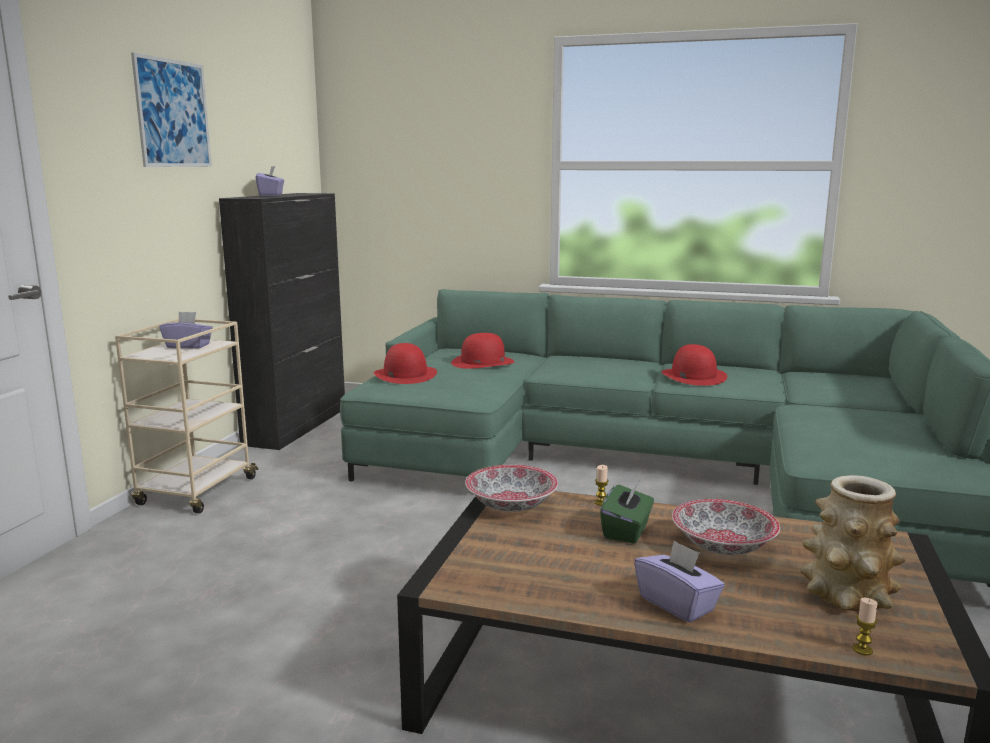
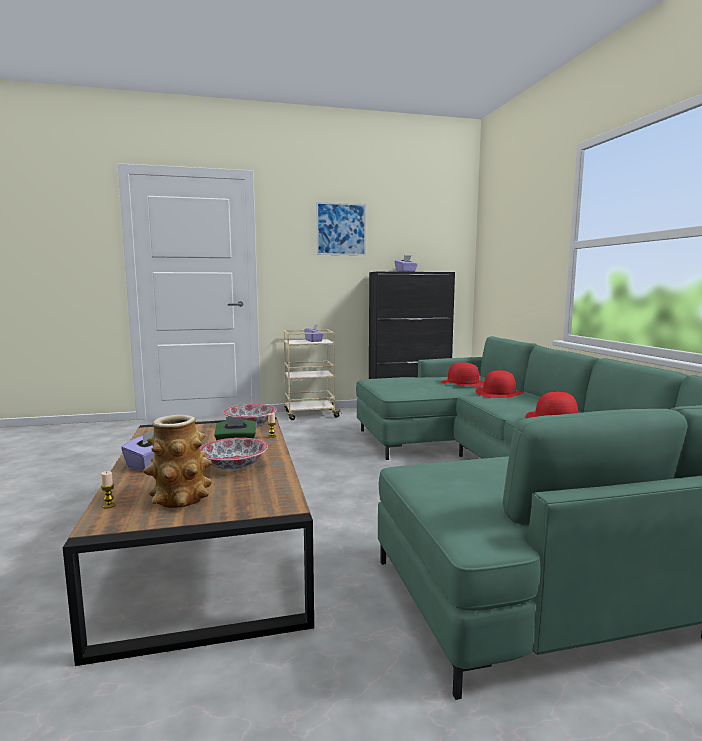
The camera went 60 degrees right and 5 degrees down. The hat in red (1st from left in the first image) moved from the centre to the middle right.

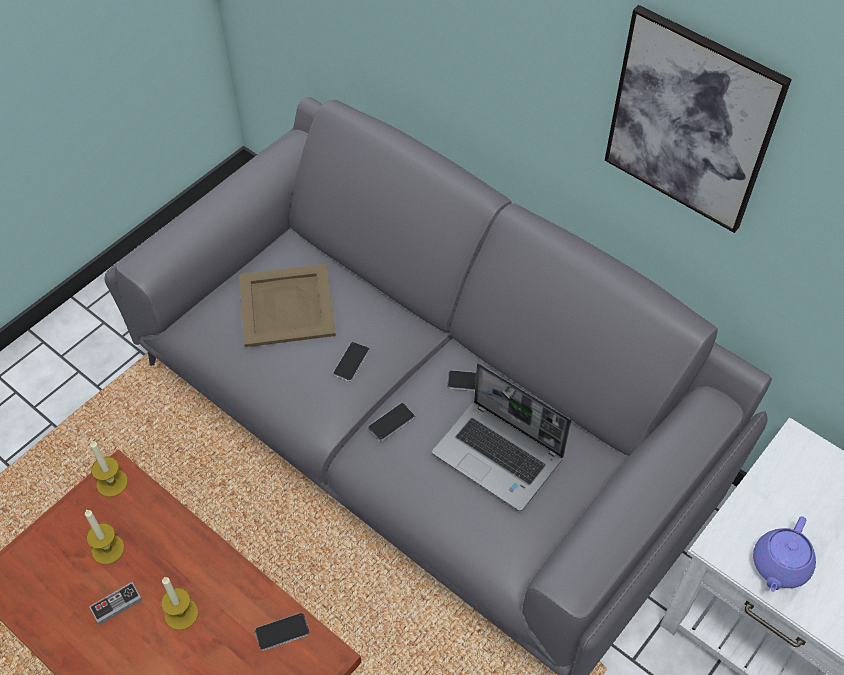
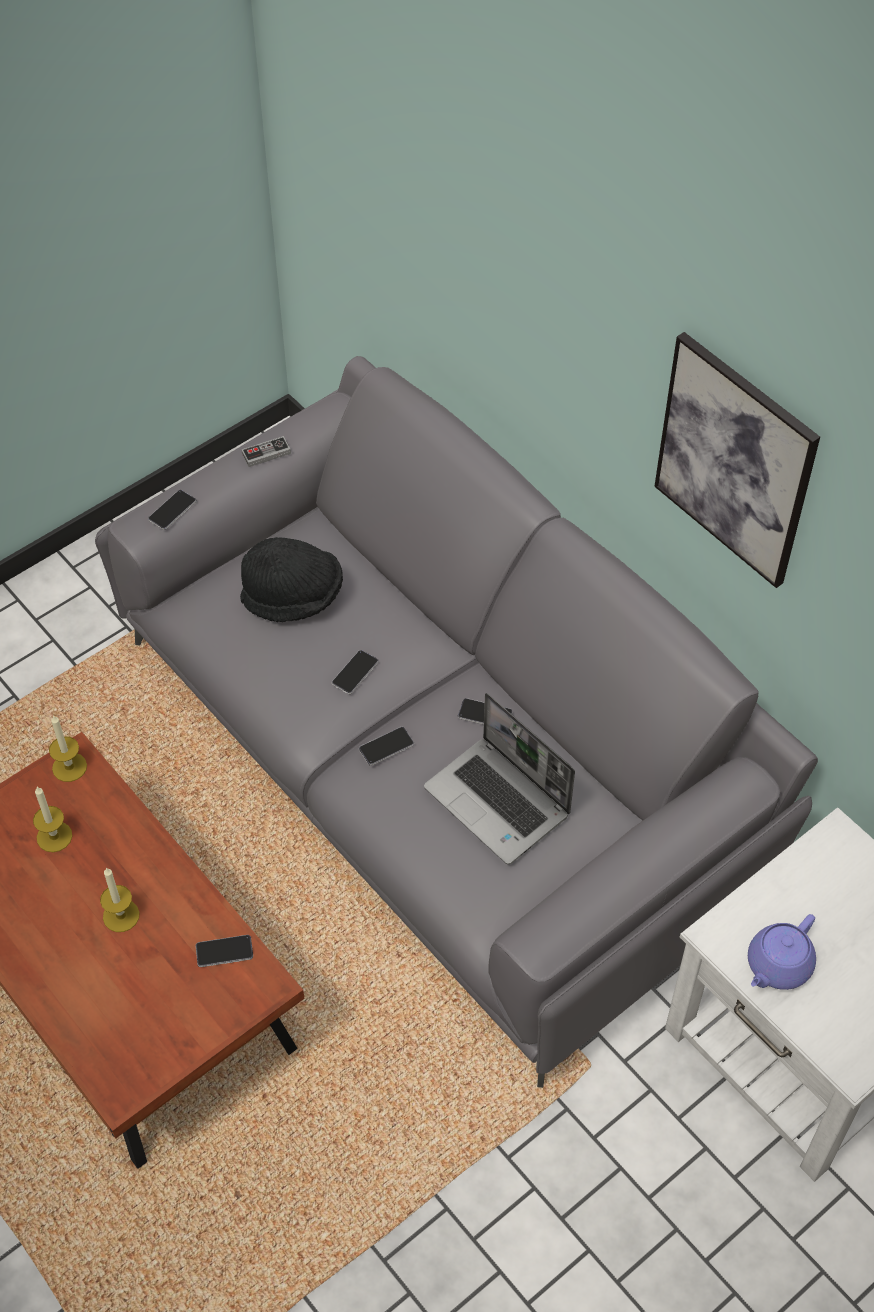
The camera went 10 degrees right and 0 degrees up. The tray in beige at the centre was replaced by the hat in black at the middle left. The game controller moved from the bottom left to the middle left. The phone (1st from left) at the middle left appeared.

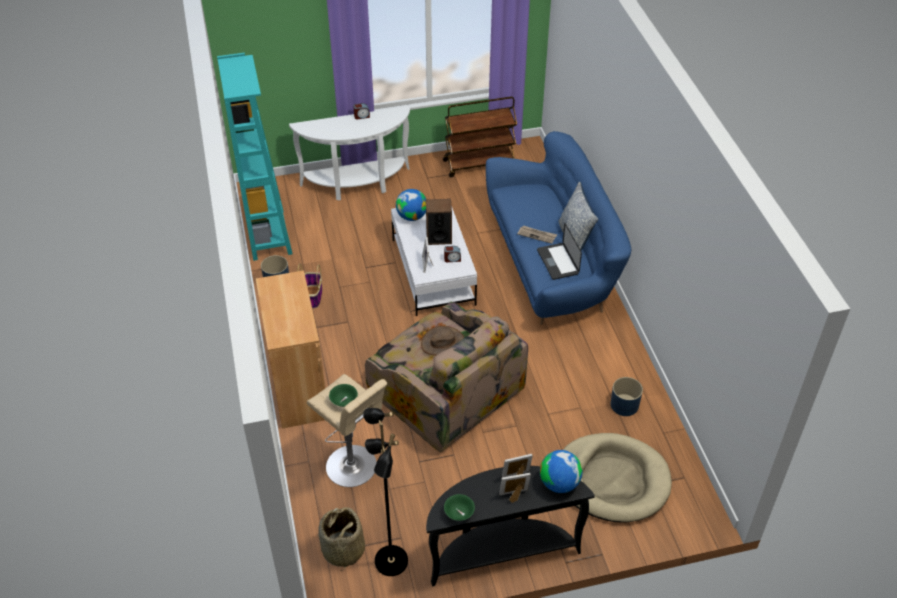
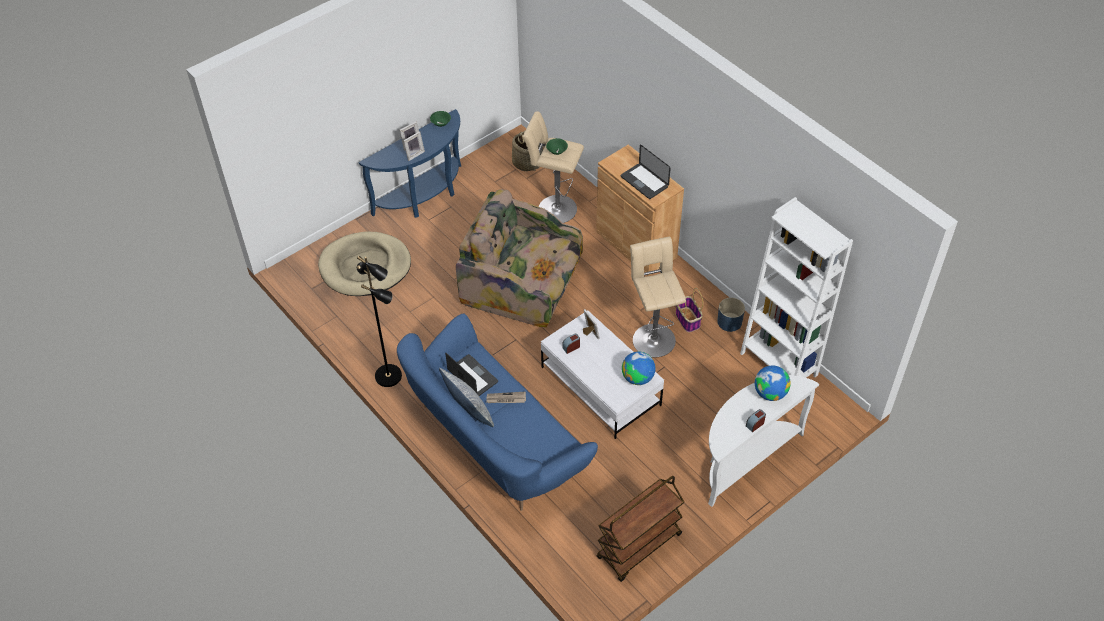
The camera went 155 degrees right and 5 degrees up. The bookcase in turquoise at the top left became the bookcase in white at the middle right. The speaker at the centre disappeared. The hat in brown at the centre disappeared. The planter in blue (2nd from left) at the middle right disappeared. The floor lamp in black moved from the bottom centre to the centre. The globe (2nd from left) moved from the bottom centre to the middle right. The console table in black at the bottom centre became the console table in blue at the top centre. The laptop (2nd from left) at the top centre appeared. The stool in beige (2nd from left) at the centre appeared.

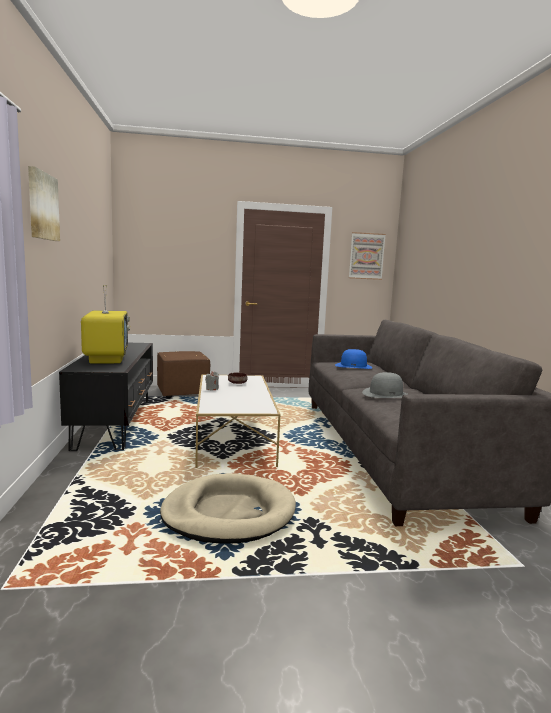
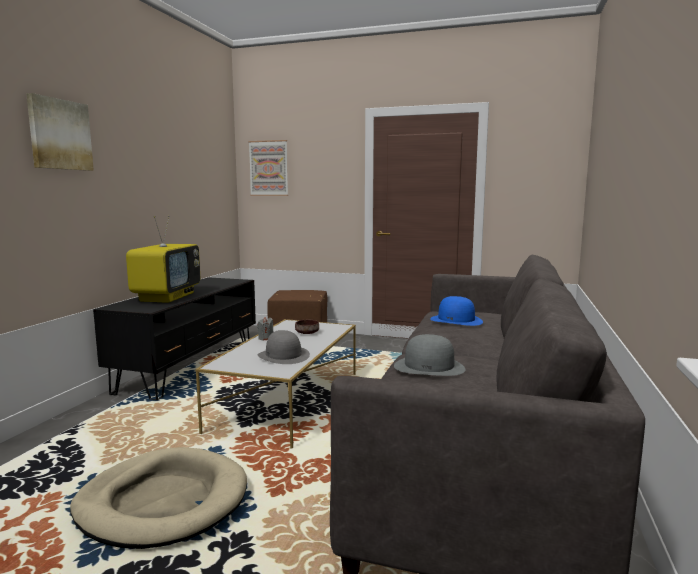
The camera went 25 degrees right and 0 degrees up. The picture (2nd from left) moved from the centre to the top centre. The hat in grey (1st from left) at the centre appeared.

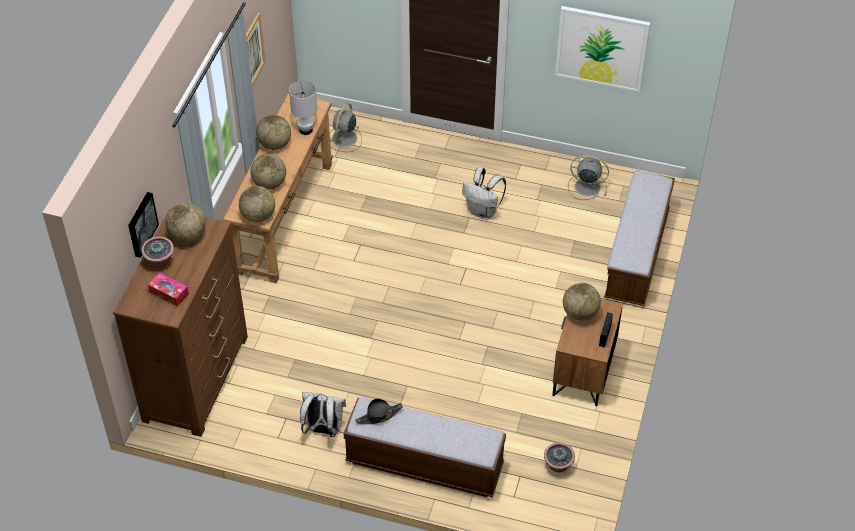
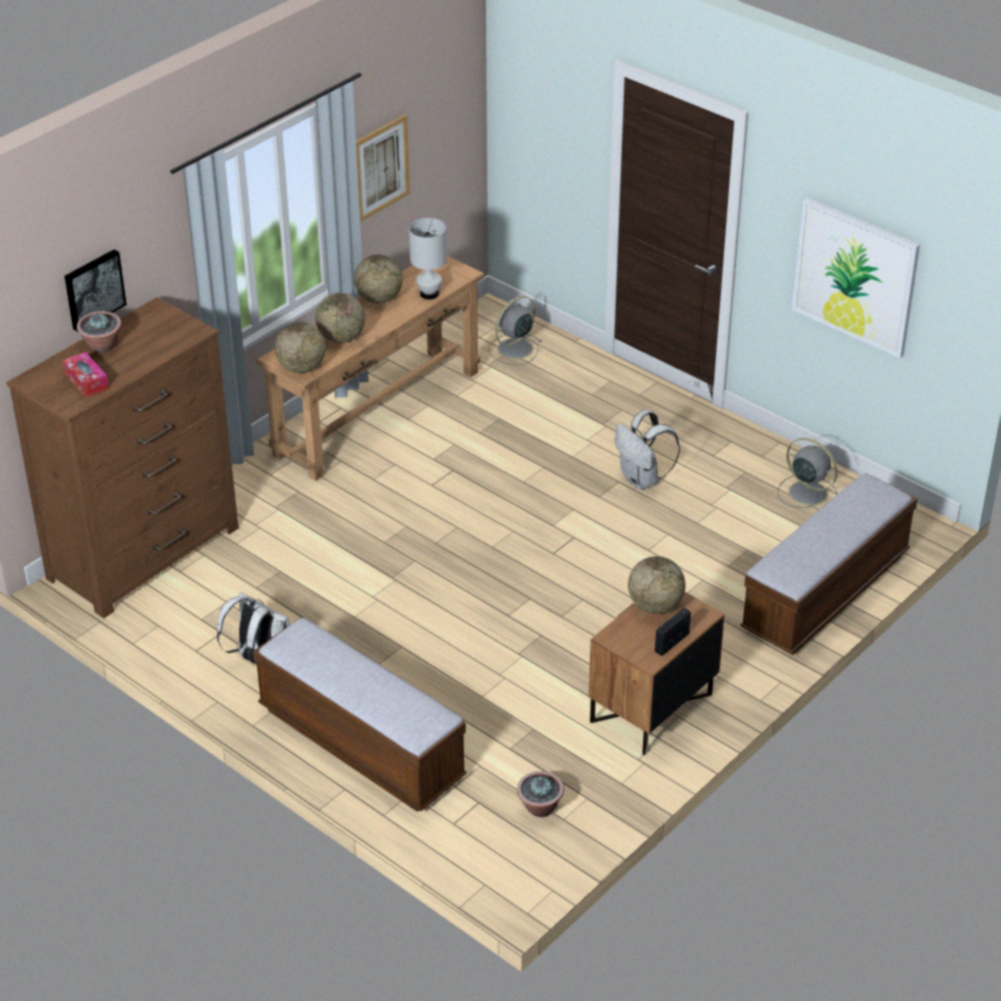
The camera went 25 degrees right and 10 degrees down. The globe (1st from left) at the middle left disappeared. The hat in black at the bottom centre disappeared.

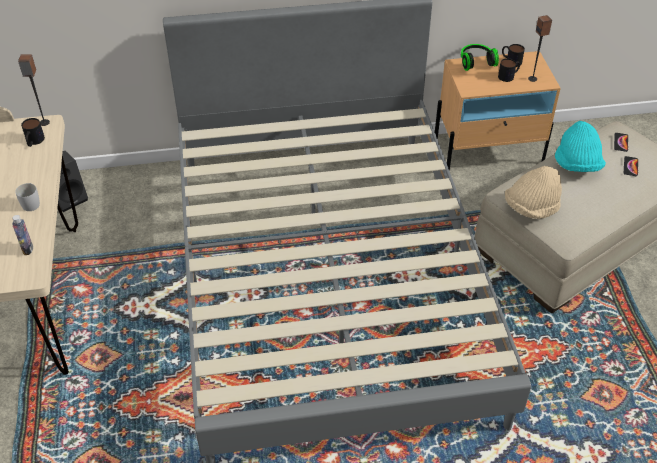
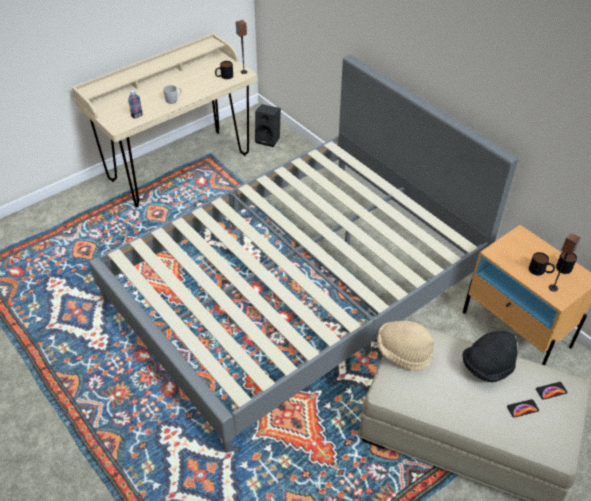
The camera went 60 degrees right and 0 degrees up. The headphones at the top right disappeared. The hat in turquoise at the top right became the hat in black at the bottom right.

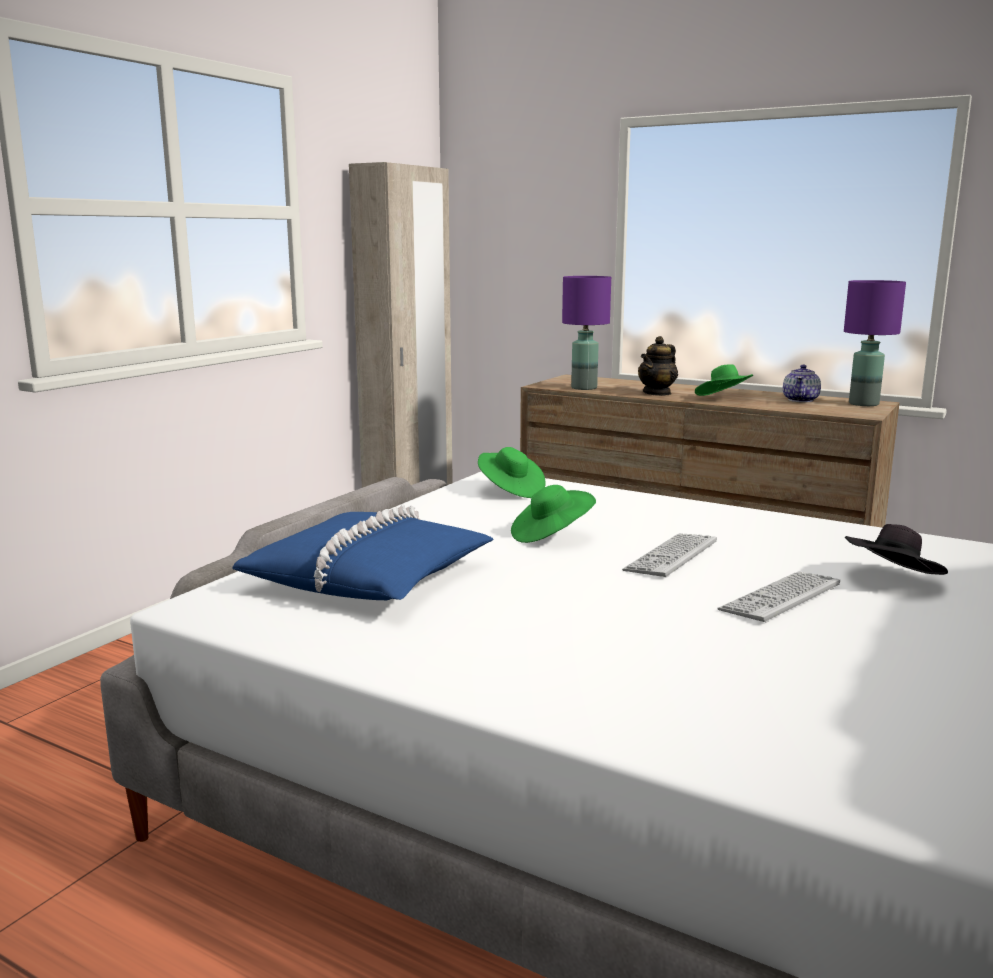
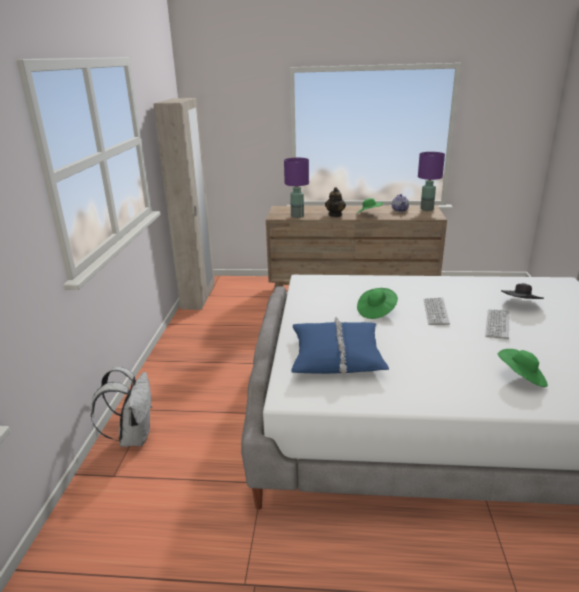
The camera went 25 degrees left and 10 degrees up. The hat in green (1st from left in the first image) moved from the centre to the middle right. The backpack in white at the bottom left appeared.

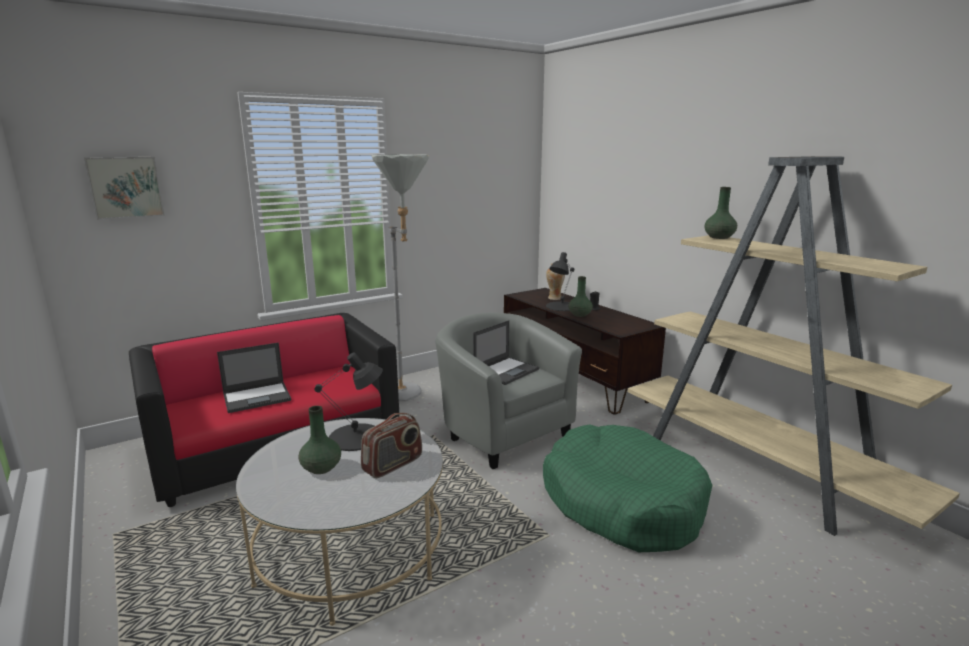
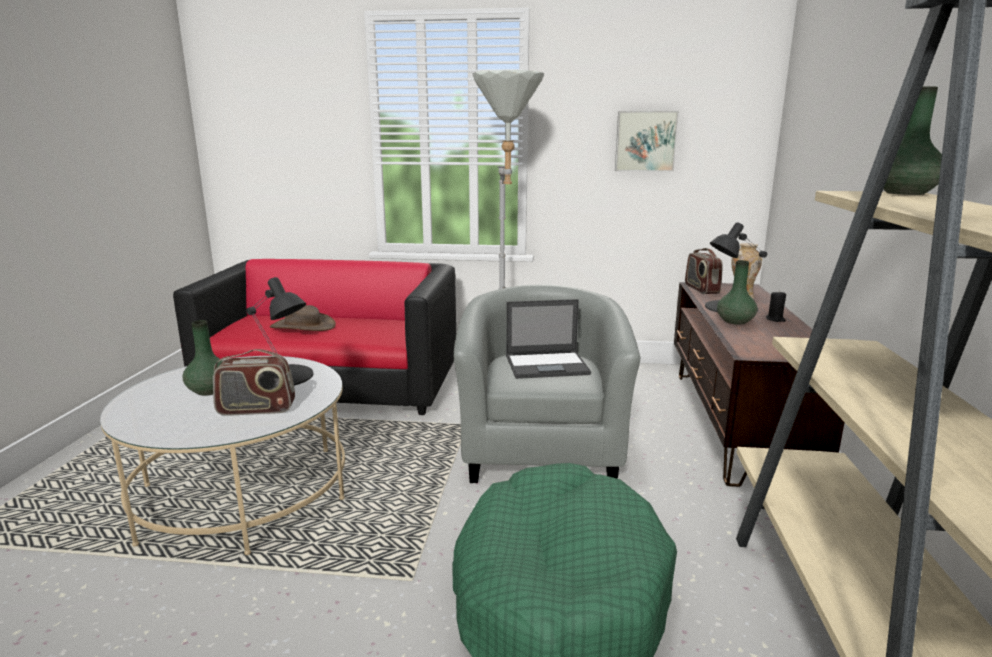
The camera went 40 degrees right and 0 degrees up. The picture moved from the top left to the top centre. The laptop (1st from left) at the middle left was replaced by the hat in brown at the middle left. The radio (2nd from left) at the middle right appeared.

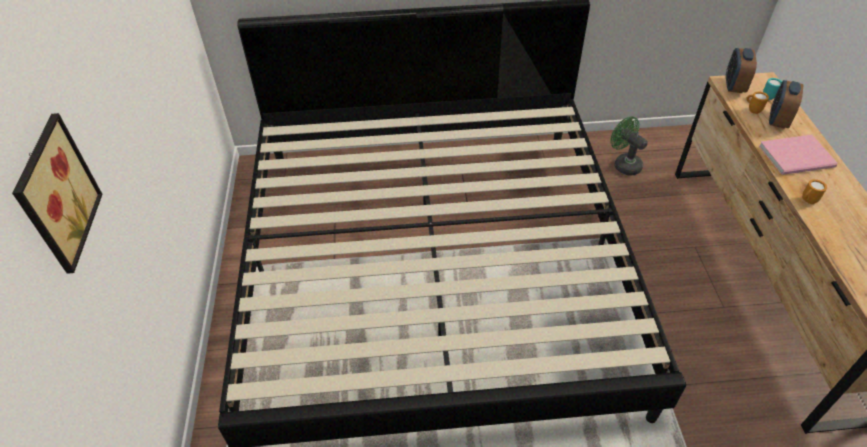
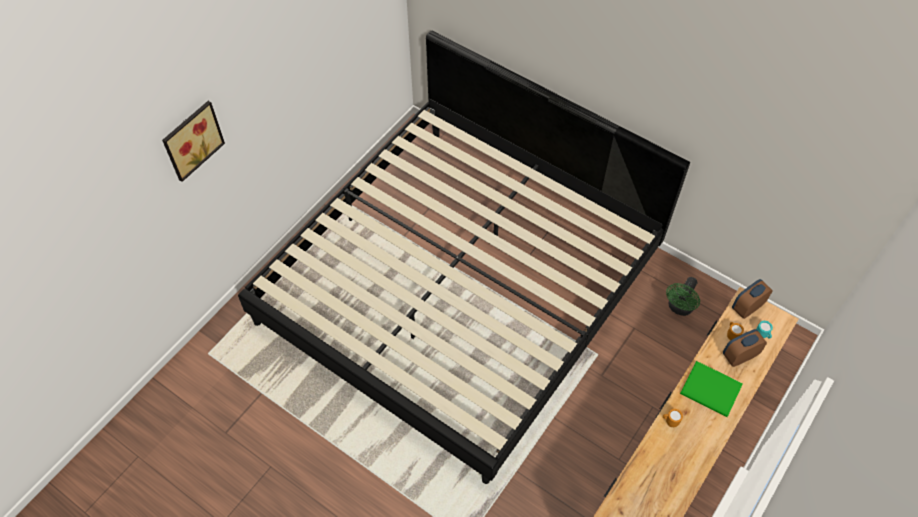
The camera went 40 degrees right and 10 degrees up. The fan in green at the top right turned 150 degrees counterclockwise. The book in pink at the middle right became the book in green at the bottom right.

